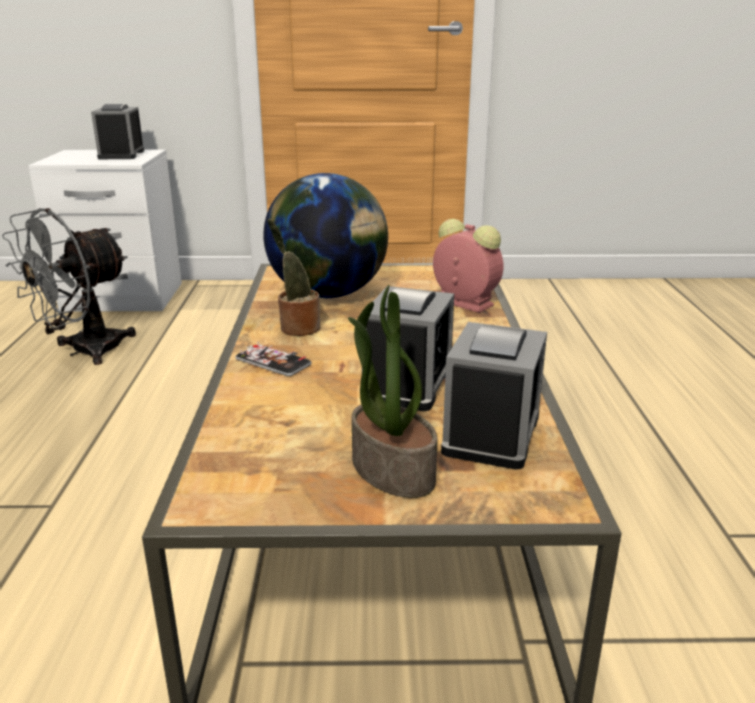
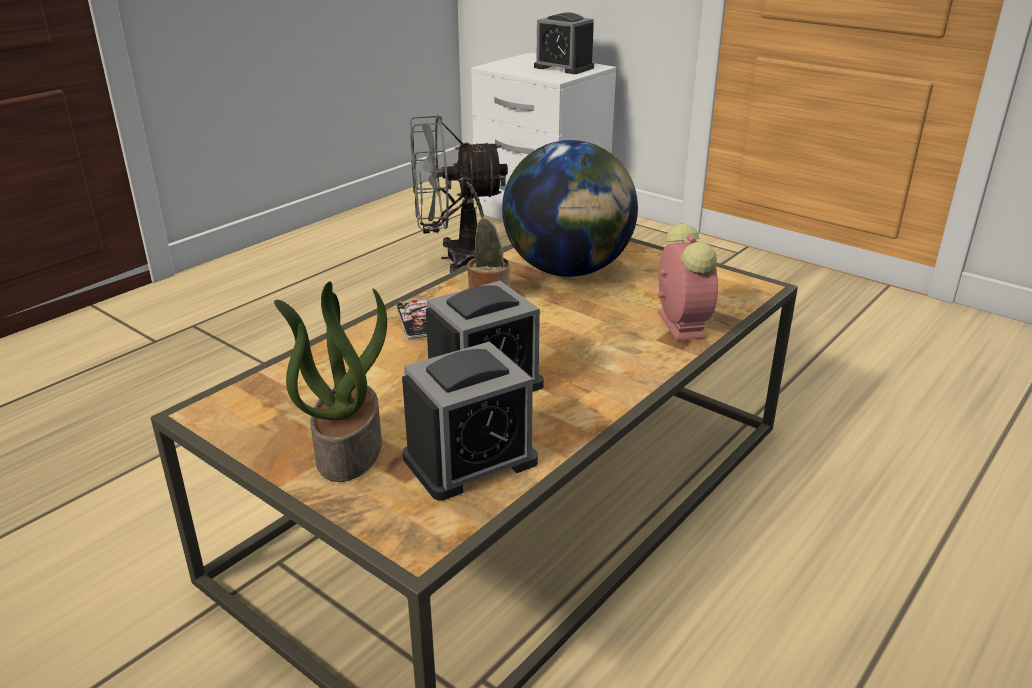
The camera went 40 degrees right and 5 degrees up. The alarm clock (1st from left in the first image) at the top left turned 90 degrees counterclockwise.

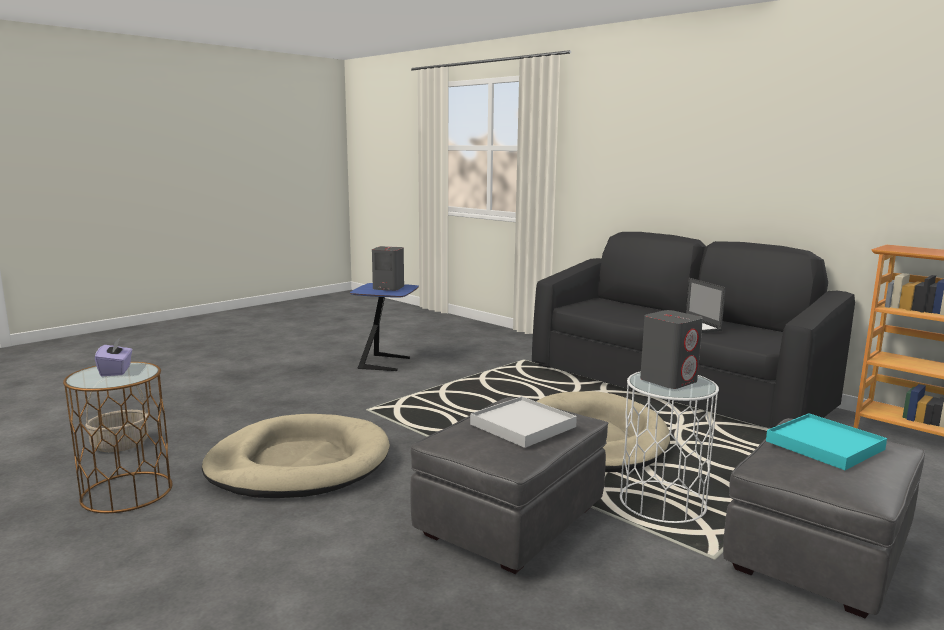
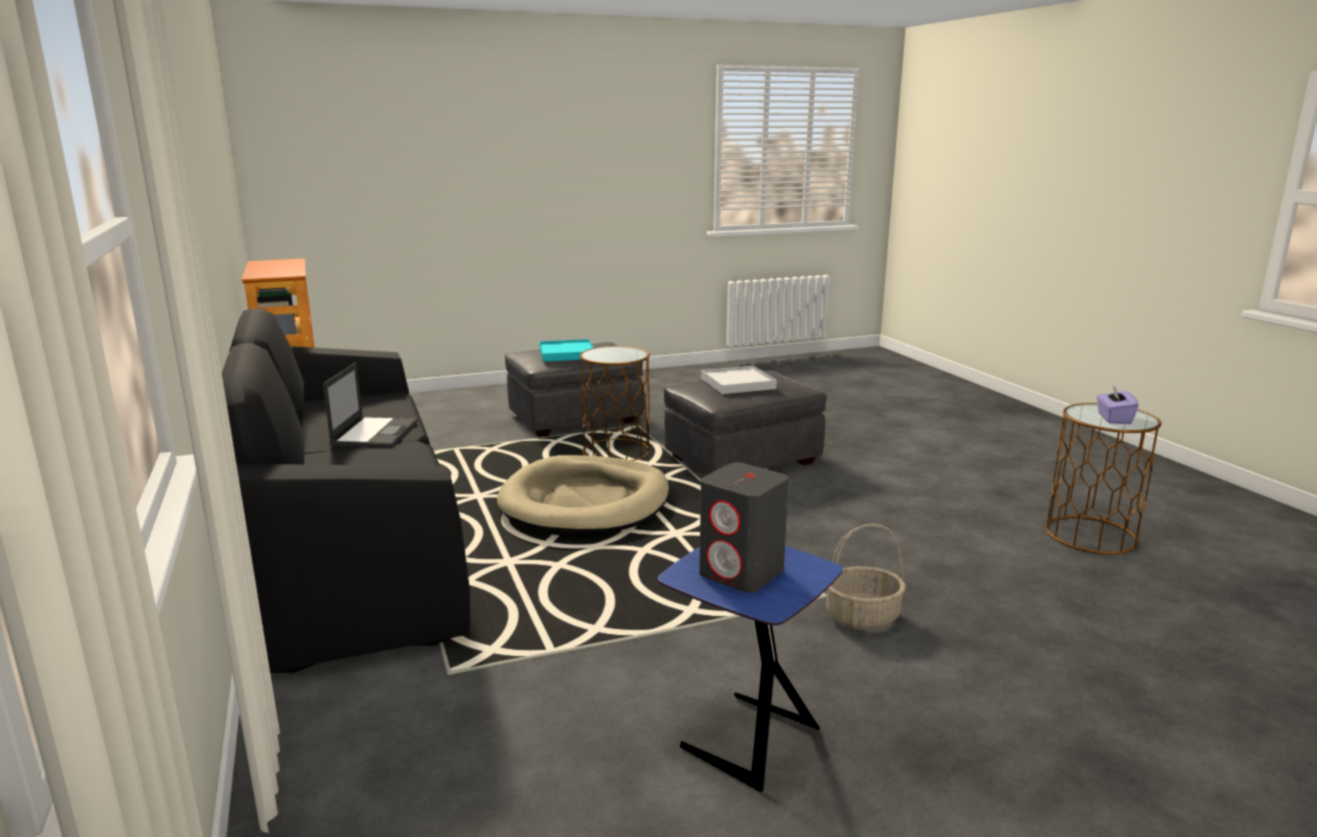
The camera went 155 degrees left and 5 degrees up. The speaker in grey (2nd from left) at the middle right disappeared. The side table in white at the bottom right became the side table in brown (1st from left) at the centre. The basket moved from the middle left to the bottom centre. The dog bed in beige (1st from left) at the bottom left disappeared.

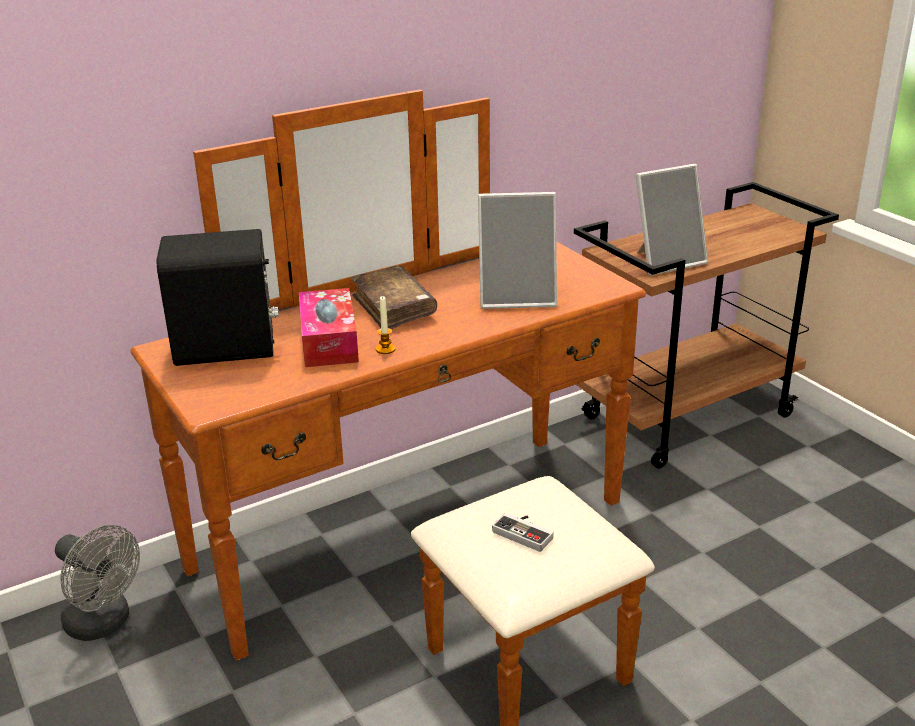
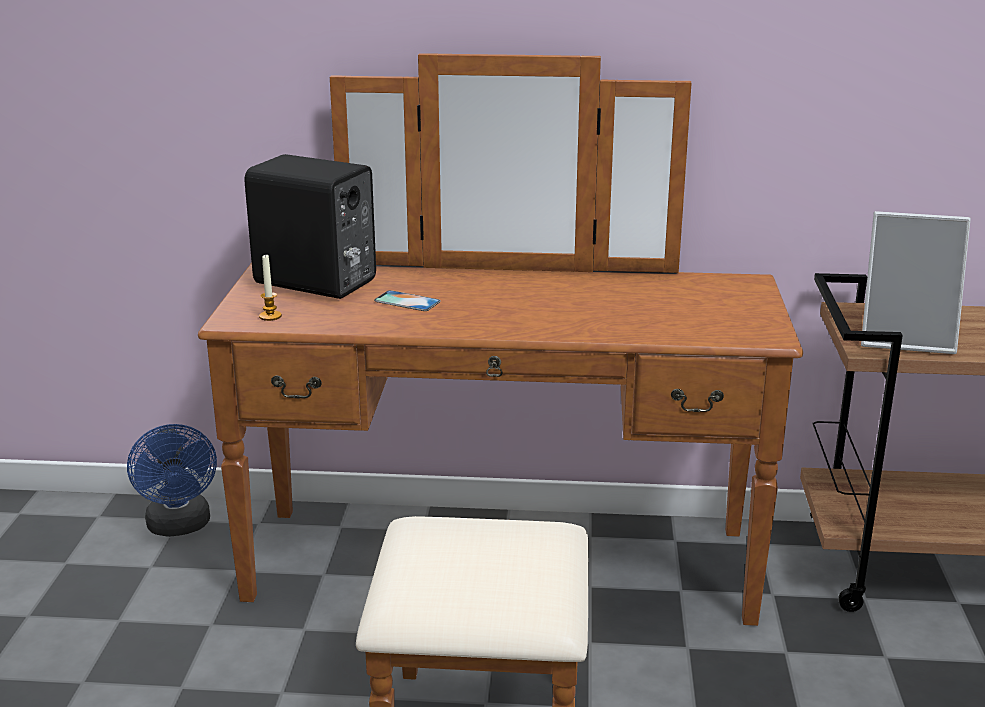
The camera went 35 degrees right and 5 degrees down. The picture frame (1st from left) at the centre disappeared. The book in brown at the centre disappeared. The tissue box at the centre was replaced by the phone at the centre. The candle moved from the centre to the middle left. The game controller at the bottom centre disappeared. The fan in grey at the bottom left became the fan in blue at the bottom left.

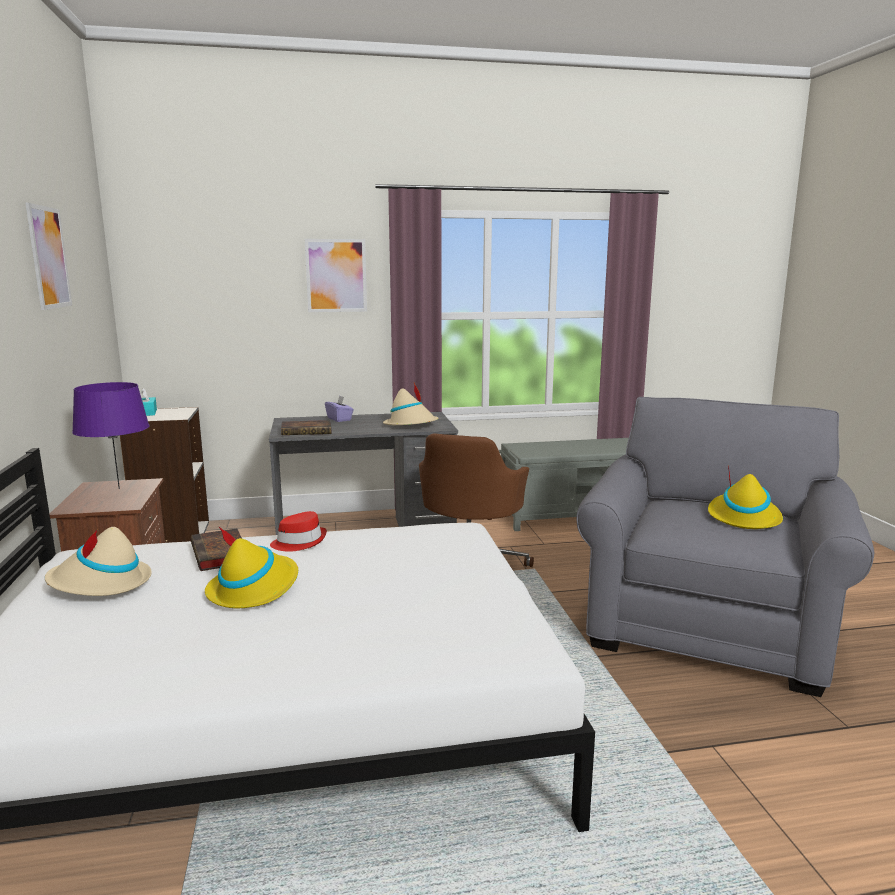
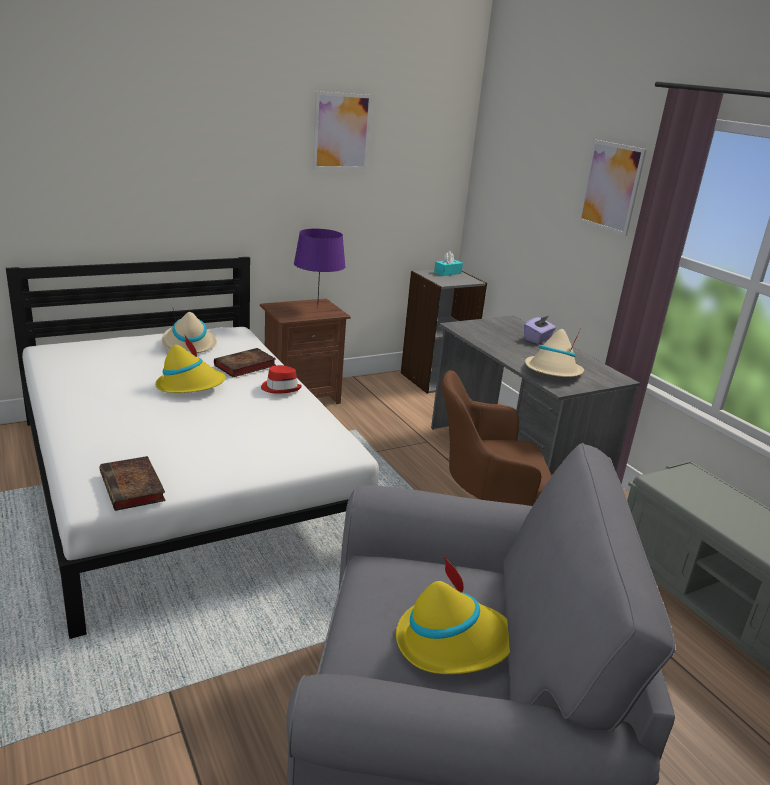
The camera went 70 degrees right and 10 degrees up. The book (2nd from left in the first image) moved from the centre to the middle left.

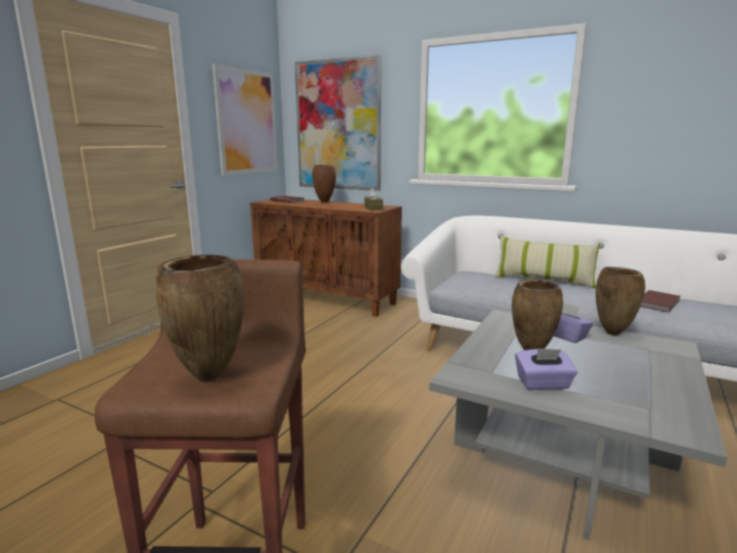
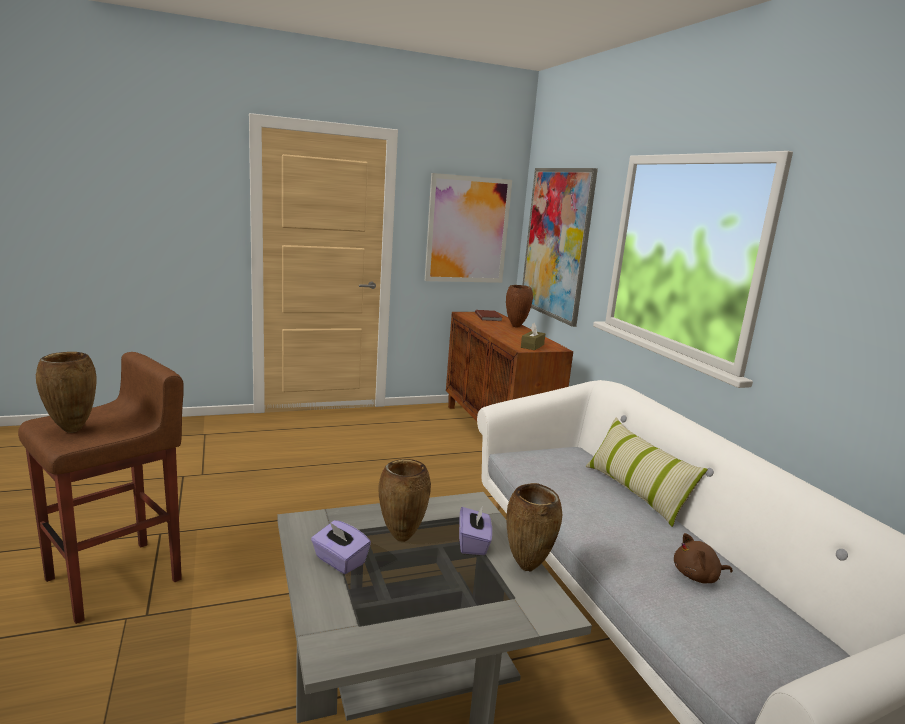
The camera went 40 degrees right and 0 degrees up. The book in brown (2nd from left) at the middle right was replaced by the plush toy in brown at the bottom right.

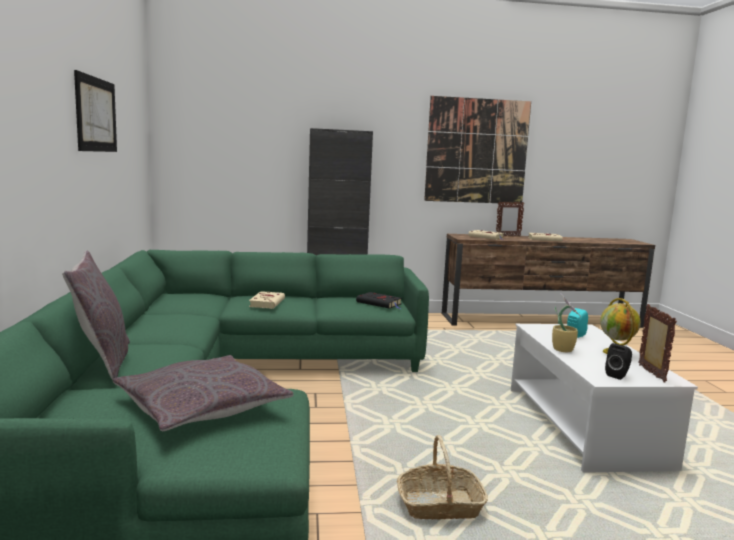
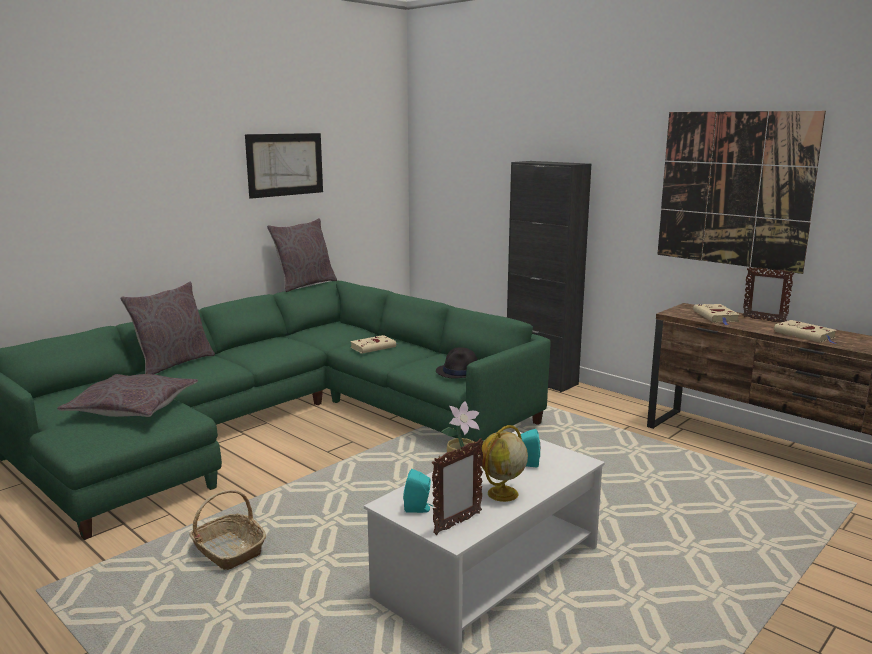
The camera went 50 degrees right and 5 degrees up. The book in black at the centre was replaced by the hat in black at the centre. The speaker in black at the bottom right became the speaker in turquoise (1st from left) at the bottom centre. The pillow in grey (3rd from left) at the centre appeared.

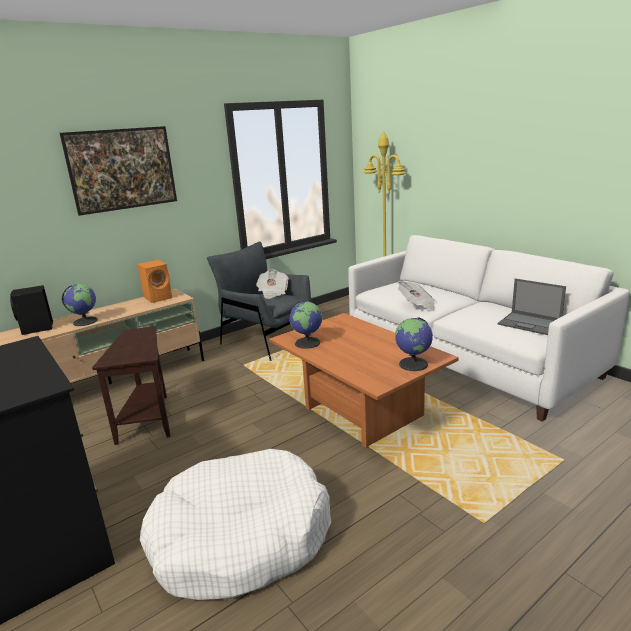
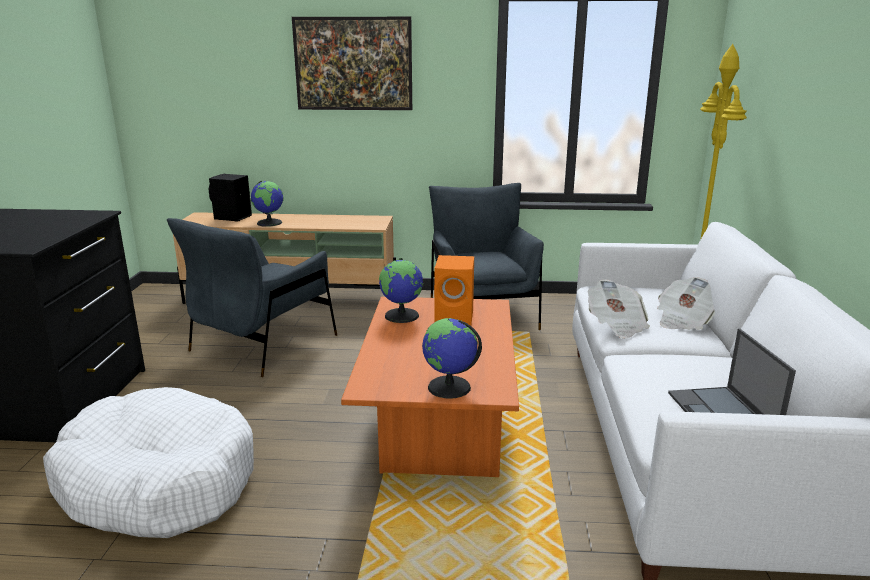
The camera went 40 degrees right and 0 degrees up. The speaker in orange moved from the middle left to the centre. The newspaper (1st from left in the first image) moved from the centre to the middle right. The side table in brown at the middle left was replaced by the armchair in grey (1st from left) at the middle left.

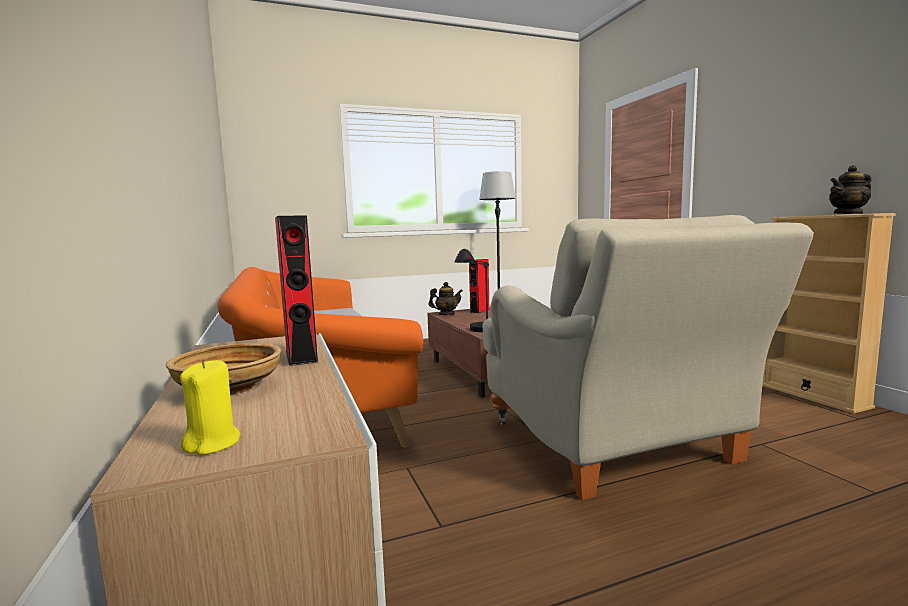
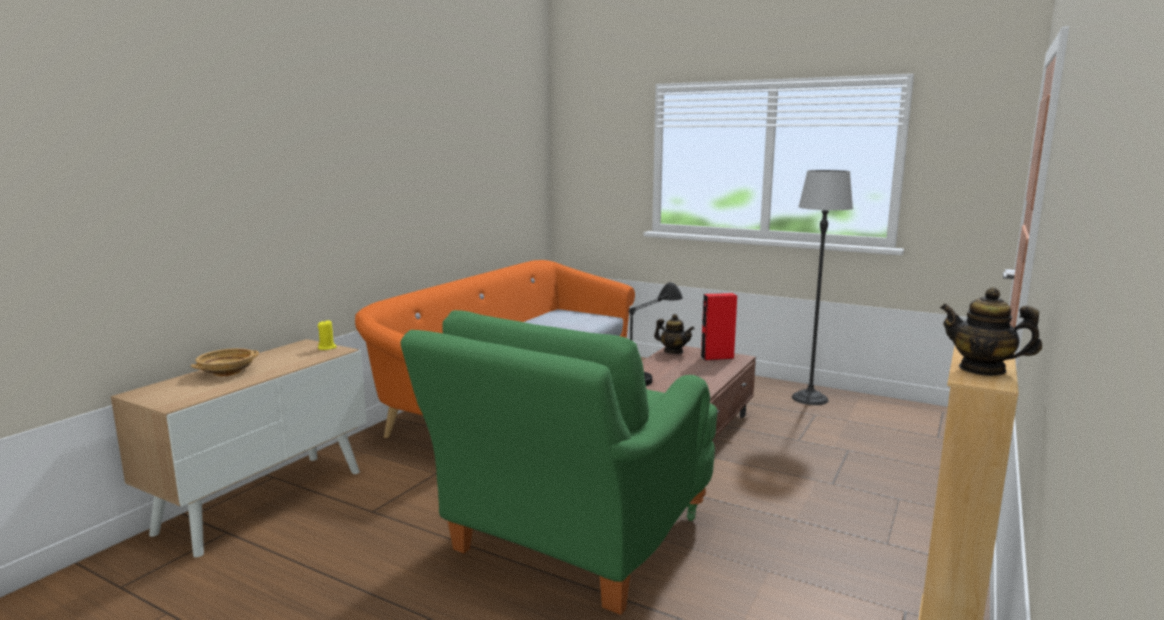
The camera went 50 degrees right and 5 degrees up. The speaker in red (1st from left) at the middle left disappeared. The armchair in beige at the middle right became the armchair in green at the bottom centre. The candle in yellow moved from the bottom left to the middle left.

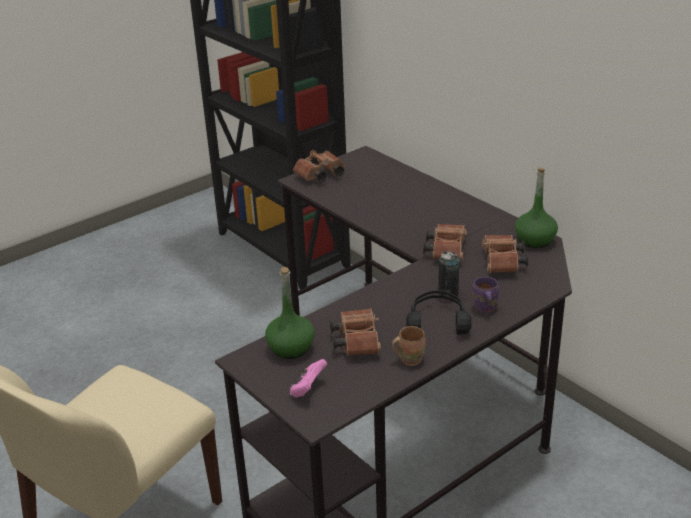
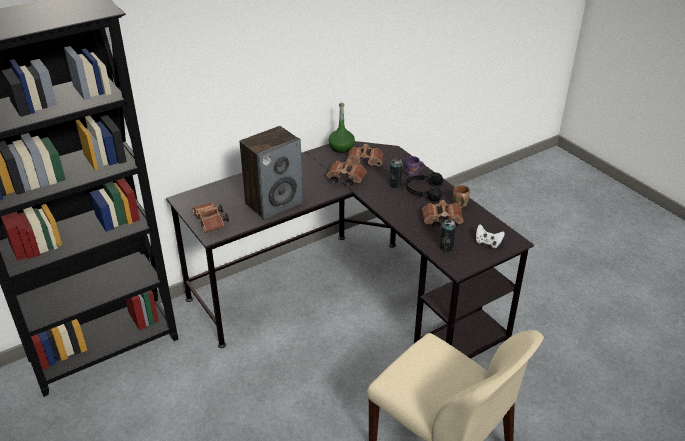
The camera went 85 degrees left and 5 degrees up. The bottle in green (1st from left) at the centre was replaced by the can (2nd from left) at the centre. The game controller in pink at the bottom centre became the game controller in white at the middle right. The speaker at the centre appeared.

